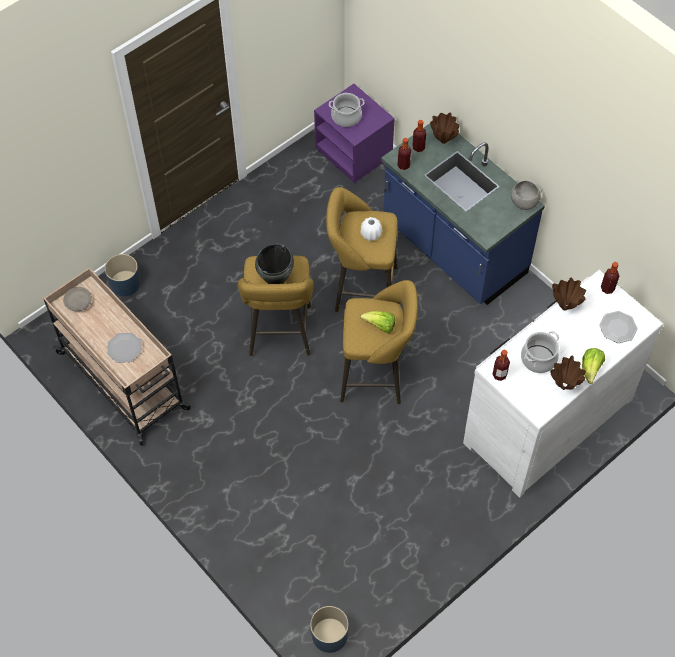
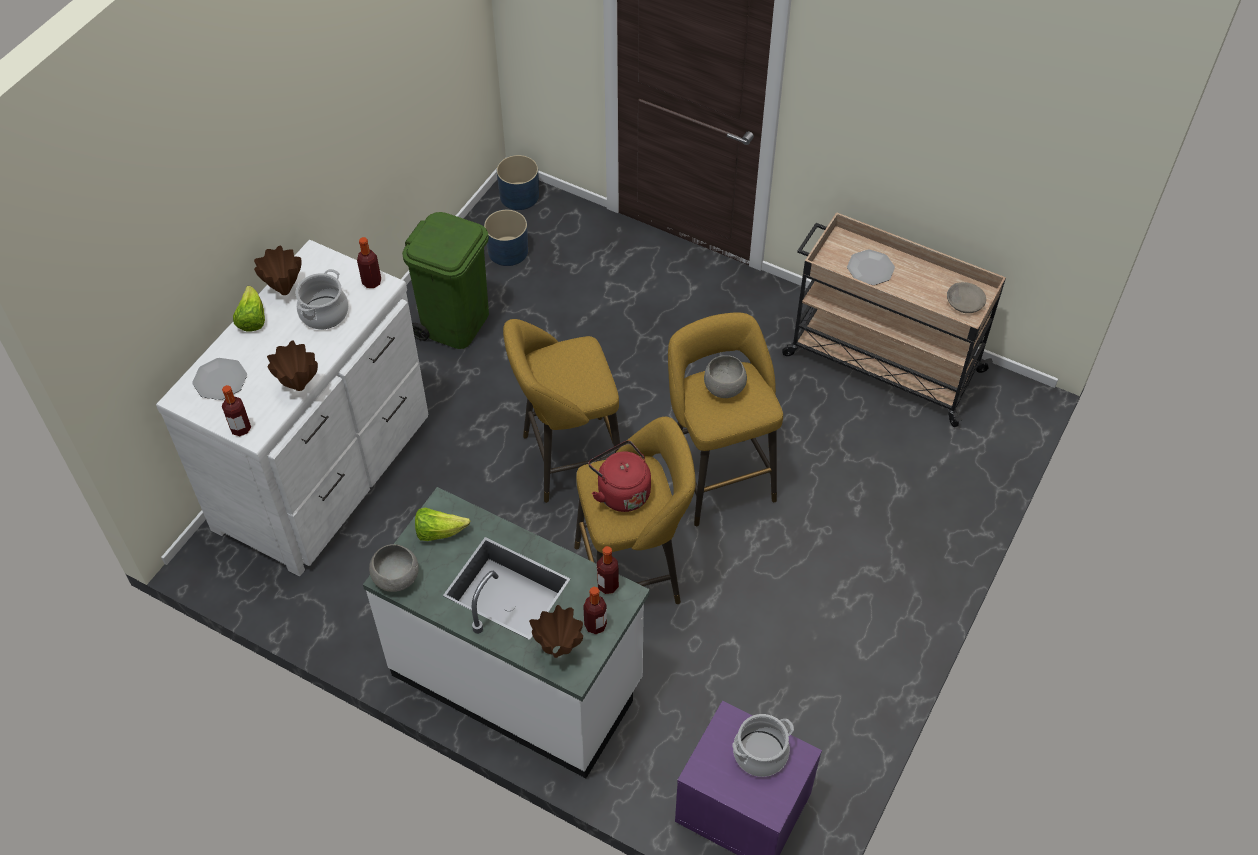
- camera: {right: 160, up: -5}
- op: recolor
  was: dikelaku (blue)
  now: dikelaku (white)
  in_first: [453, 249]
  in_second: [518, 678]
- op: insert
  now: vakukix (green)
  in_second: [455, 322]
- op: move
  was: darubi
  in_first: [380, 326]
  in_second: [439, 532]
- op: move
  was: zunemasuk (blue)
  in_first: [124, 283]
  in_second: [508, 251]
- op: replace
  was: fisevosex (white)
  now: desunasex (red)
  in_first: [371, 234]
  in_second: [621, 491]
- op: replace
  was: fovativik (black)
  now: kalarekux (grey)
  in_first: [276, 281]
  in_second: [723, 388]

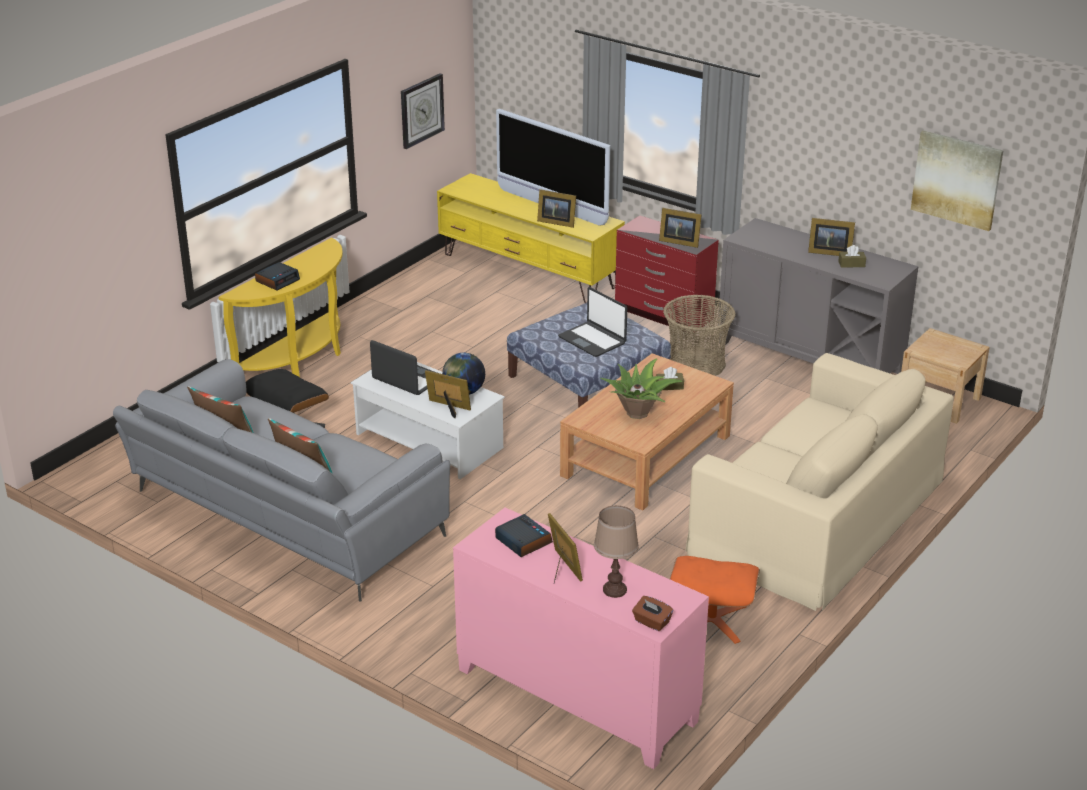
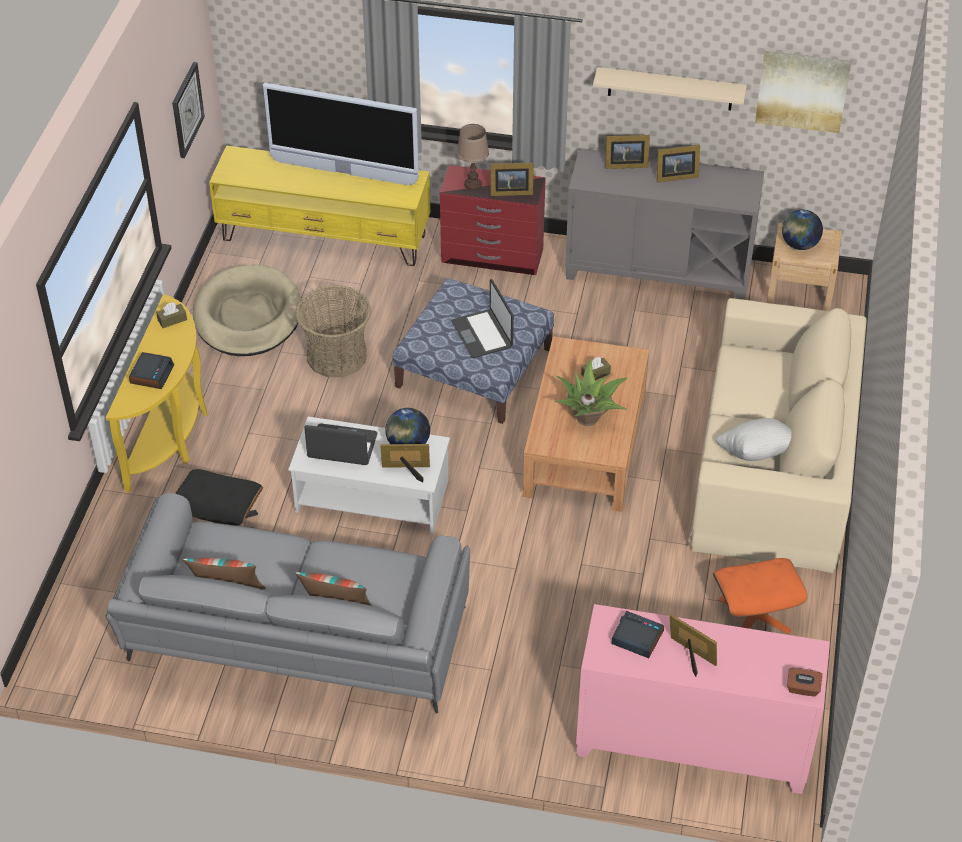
- camera: {right: -25, up: 15}
- op: move
  was: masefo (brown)
  in_first: [851, 264]
  in_second: [172, 320]
- op: insert
  now: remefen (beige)
  in_second: [248, 316]
- op: move
  was: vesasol
  in_first: [696, 364]
  in_second: [336, 356]
- op: rotate
  was: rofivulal
  in_first: [592, 340]
  in_second: [483, 334]
  clockwise: 45
- op: move
  was: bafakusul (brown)
  in_first: [614, 590]
  in_second: [473, 184]
- op: insert
  now: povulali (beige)
  in_second: [670, 89]
- op: move
  was: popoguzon
  in_first: [556, 222]
  in_second: [624, 164]
- op: insert
  now: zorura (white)
  in_second: [756, 456]
- op: insert
  now: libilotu
  in_second: [799, 245]

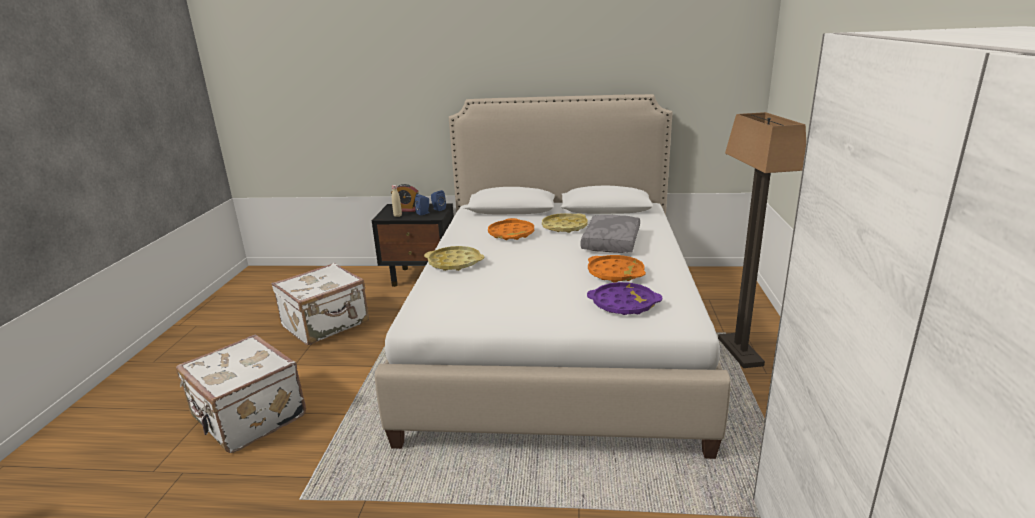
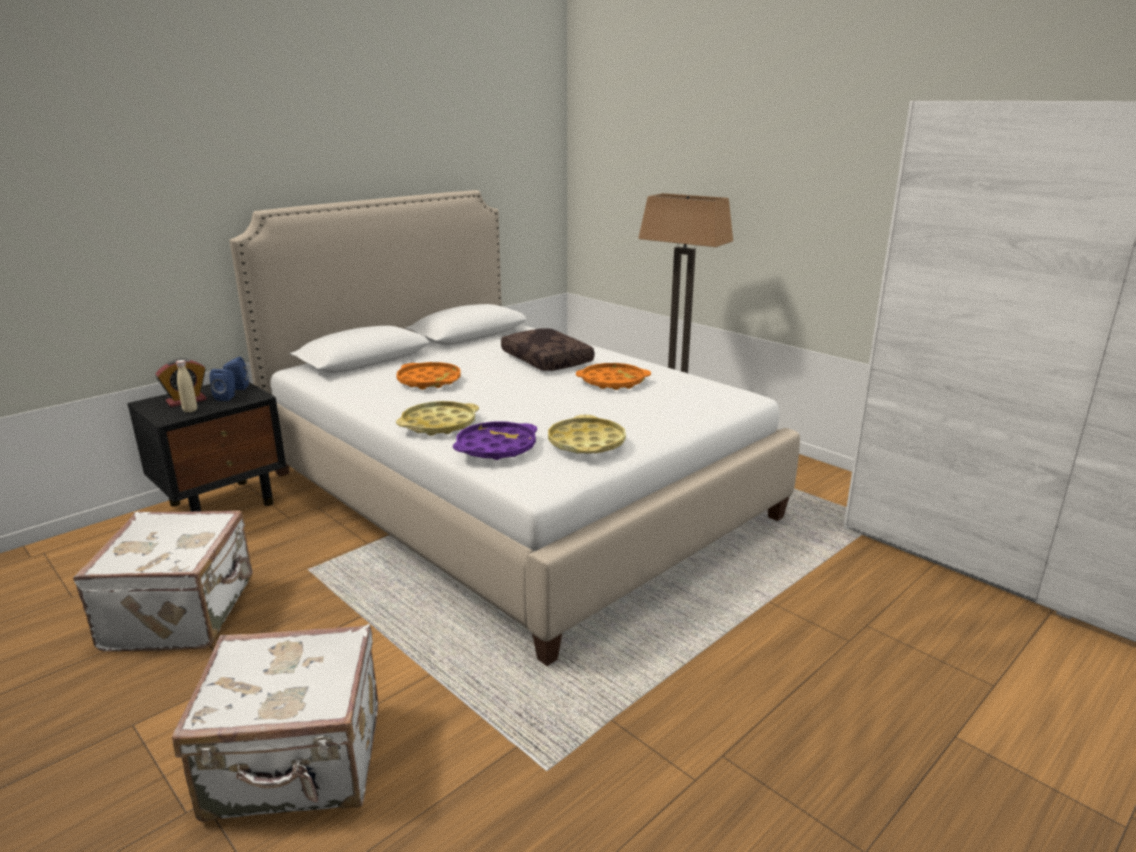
- camera: {right: -50, up: 0}
- op: move
  was: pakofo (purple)
  in_first: [623, 304]
  in_second: [496, 447]
- op: recolor
  was: zorura (grey)
  now: zorura (brown)
  in_first: [612, 242]
  in_second: [548, 360]
- op: move
  was: pakofo (yellow)
  in_first: [564, 227]
  in_second: [586, 443]

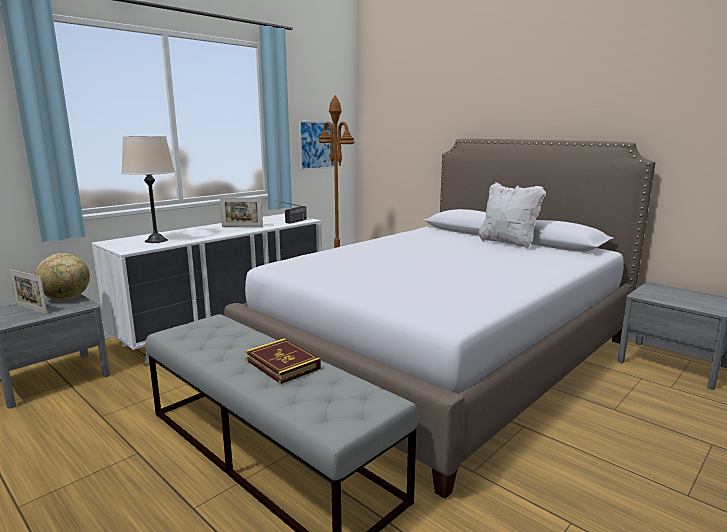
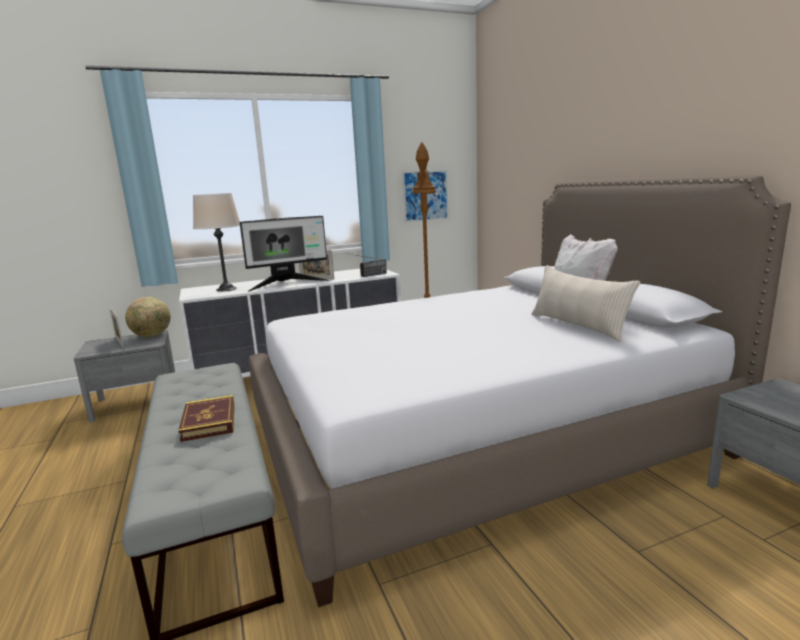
- camera: {right: 25, up: 0}
- op: insert
  now: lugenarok
  in_second: [287, 284]
- op: insert
  now: zorura (beige)
  in_second: [578, 325]

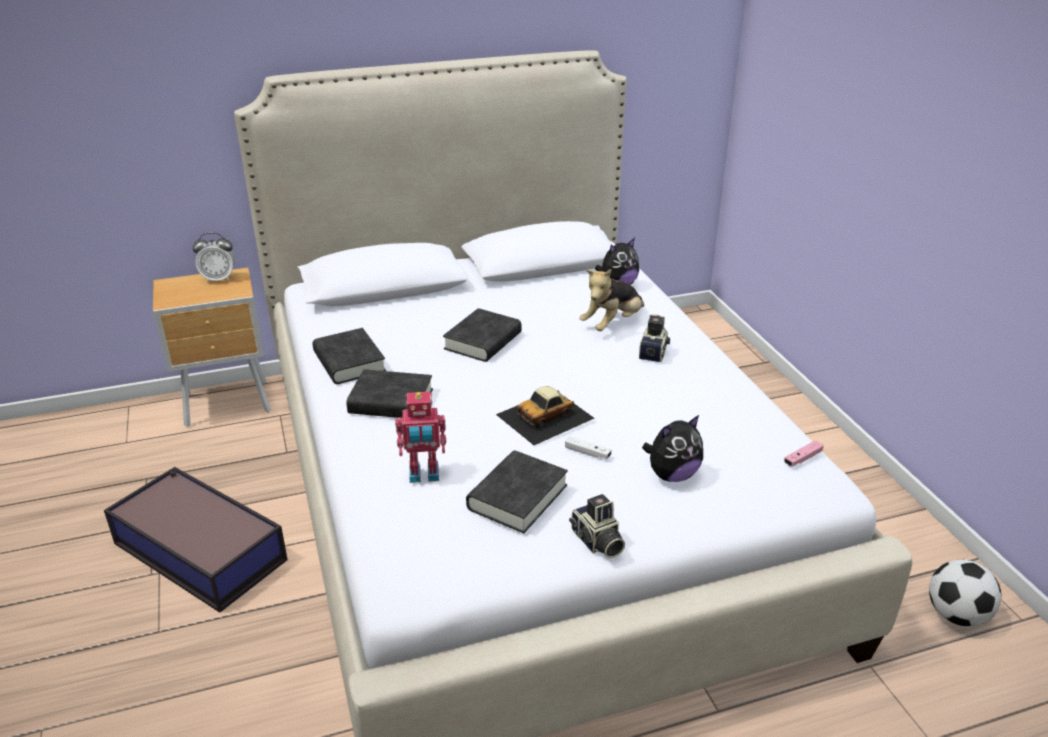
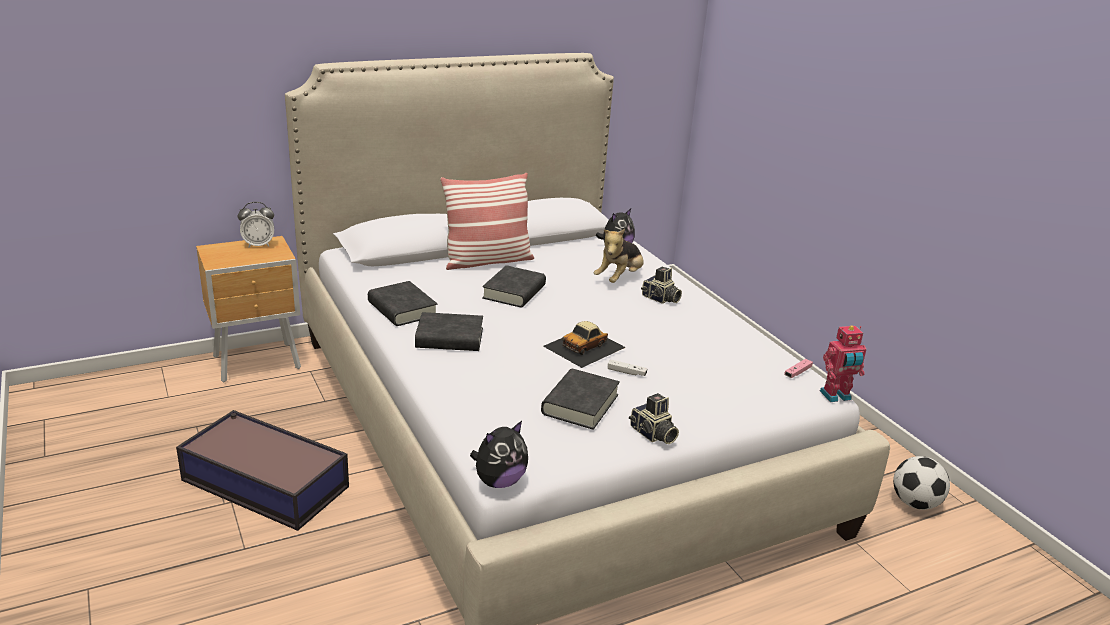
- camera: {right: -10, up: -5}
- op: insert
  now: zorura
  in_second: [487, 261]
- op: move
  was: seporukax
  in_first: [672, 475]
  in_second: [499, 481]
- op: rotate
  was: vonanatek
  in_first: [654, 352]
  in_second: [660, 299]
  clockwise: 120
- op: move
  was: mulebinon
  in_first: [424, 475]
  in_second: [836, 396]

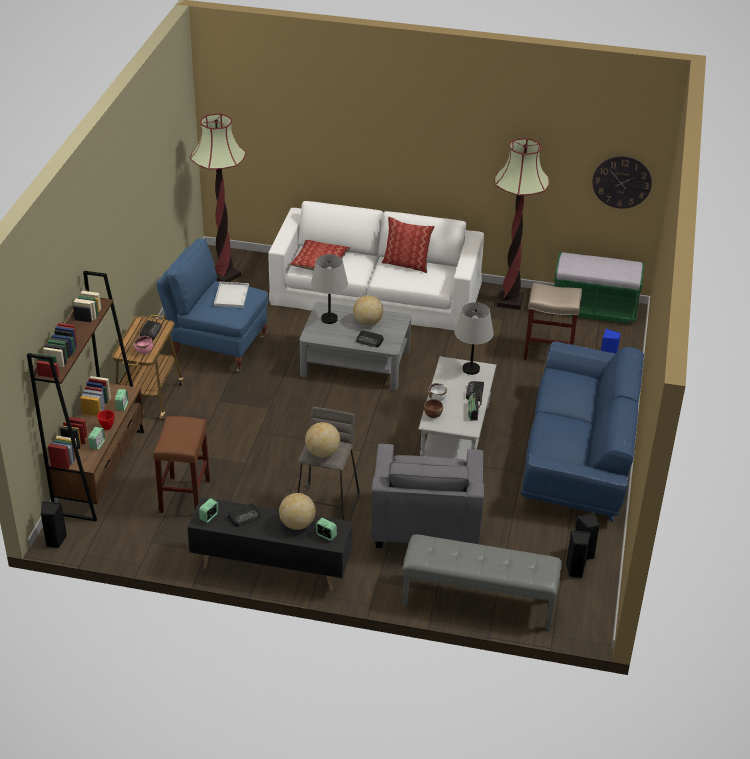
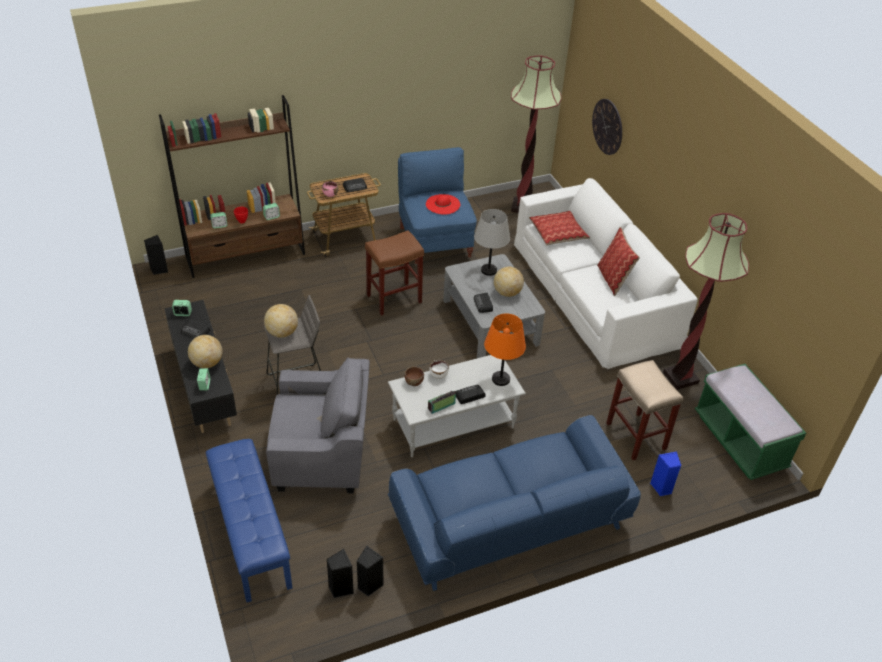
- camera: {right: 55, up: 5}
- op: recolor
  was: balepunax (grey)
  now: balepunax (blue)
  in_first: [478, 602]
  in_second: [250, 533]
- op: rotate
  was: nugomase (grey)
  in_first: [425, 525]
  in_second: [321, 455]
  clockwise: -150
- op: move
  was: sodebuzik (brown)
  in_first: [185, 495]
  in_second: [394, 298]
- op: replace
  was: pakofo (white)
  now: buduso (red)
  in_first: [231, 296]
  in_second: [443, 204]
- op: recolor
  was: bafakusul (grey)
  now: bafakusul (orange)
  in_first: [471, 369]
  in_second: [501, 379]
- op: move
  was: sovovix
  in_first: [622, 182]
  in_second: [607, 126]

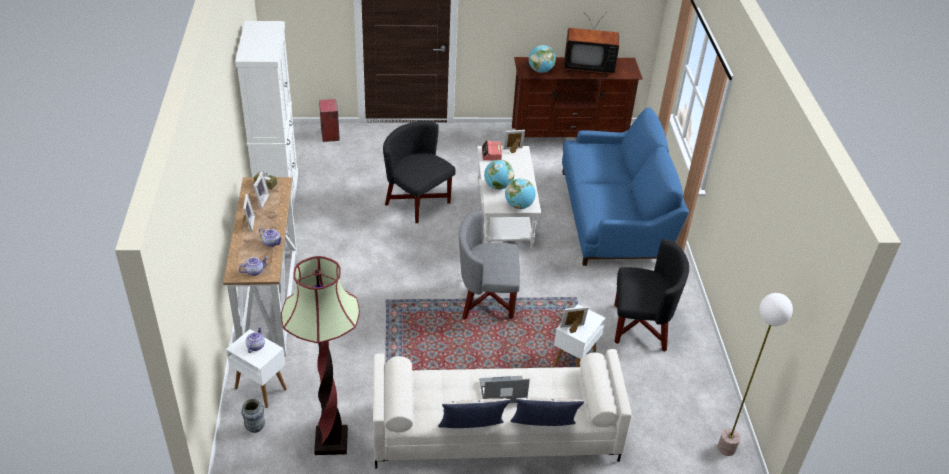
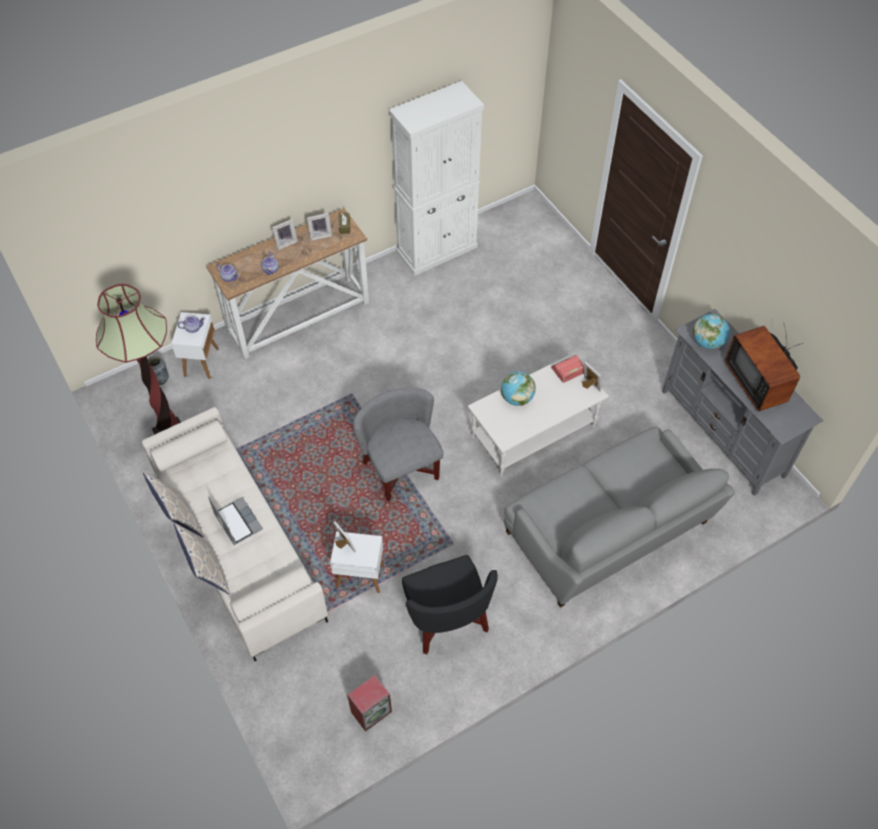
- camera: {right: 65, up: 15}
- op: move
  was: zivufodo
  in_first: [329, 134]
  in_second: [371, 711]
- op: recolor
  was: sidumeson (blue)
  now: sidumeson (grey)
  in_first: [613, 216]
  in_second: [608, 530]
- op: recolor
  was: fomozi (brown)
  now: fomozi (grey)
  in_first: [569, 135]
  in_second: [723, 433]
- op: delete
  was: nugomase (black)
  in_first: [418, 202]
- op: delete
  was: libilotu
  in_first: [519, 206]
- op: delete
  was: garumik
  in_first: [727, 448]

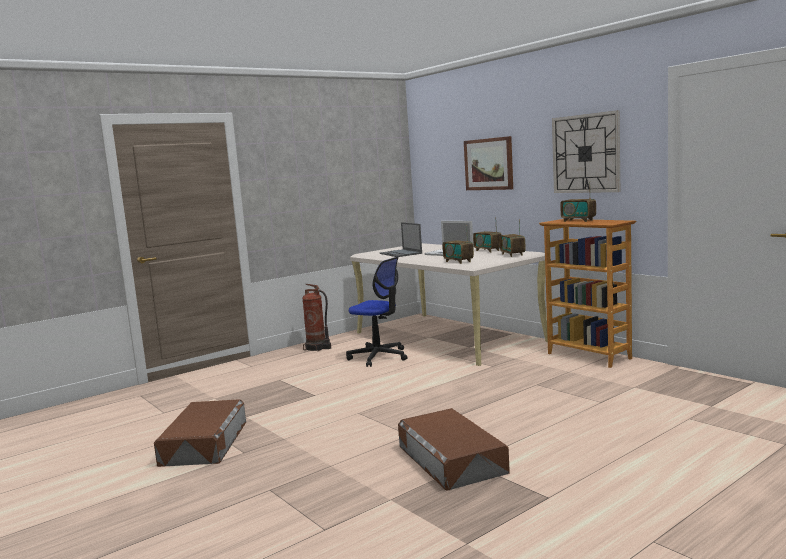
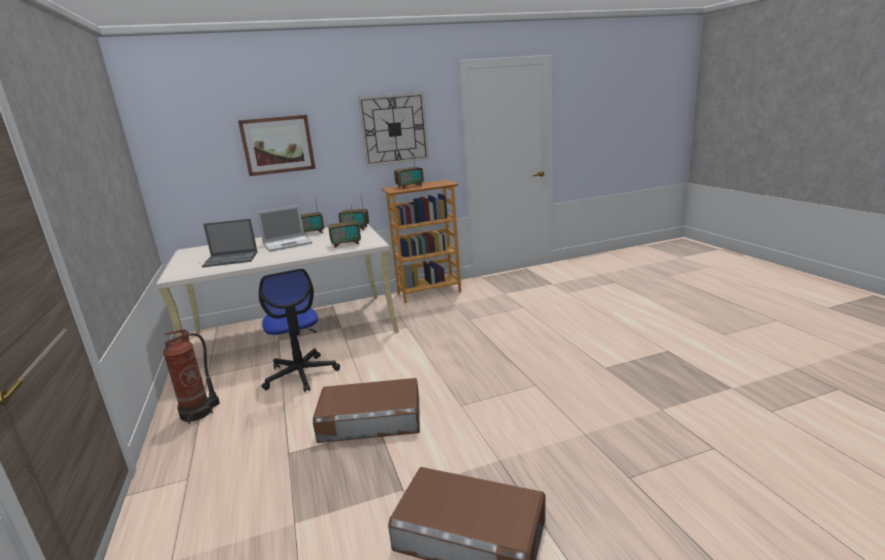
- camera: {right: -70, up: 10}
- op: rotate
  was: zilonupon
  in_first: [379, 357]
  in_second: [301, 374]
  clockwise: 105
- op: move
  was: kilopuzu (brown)
  in_first: [452, 459]
  in_second: [370, 419]

